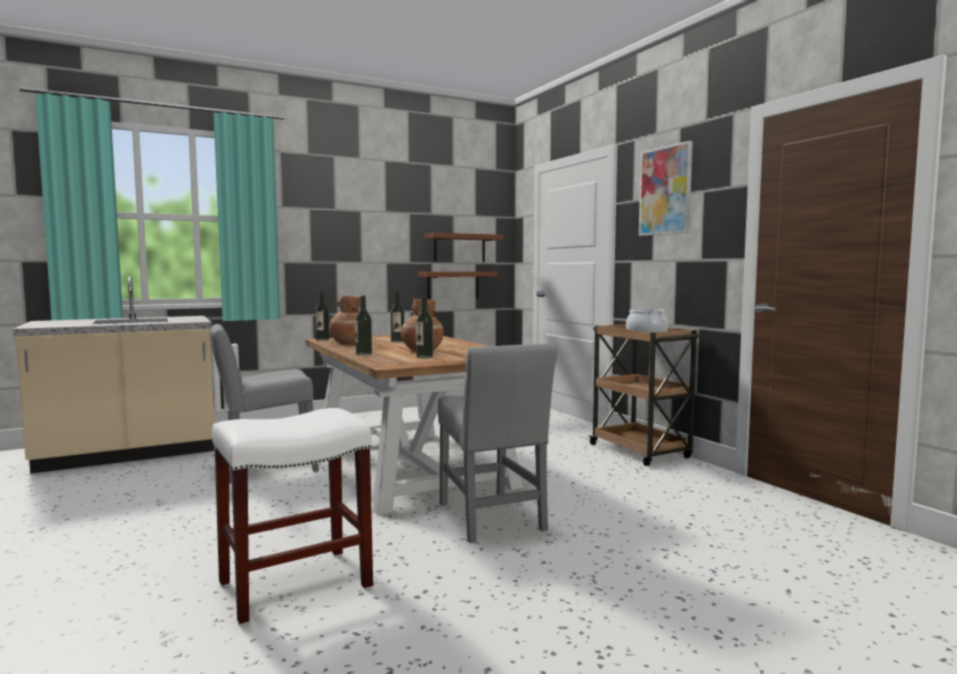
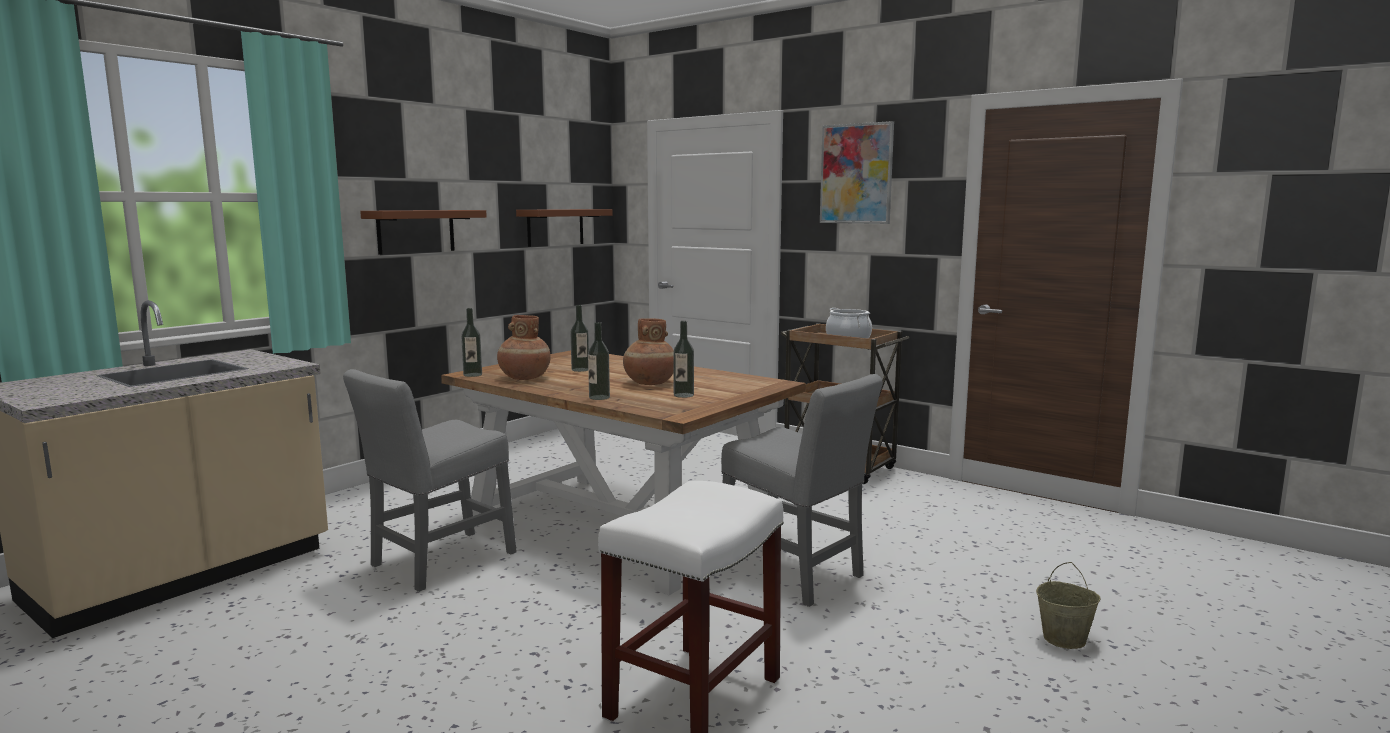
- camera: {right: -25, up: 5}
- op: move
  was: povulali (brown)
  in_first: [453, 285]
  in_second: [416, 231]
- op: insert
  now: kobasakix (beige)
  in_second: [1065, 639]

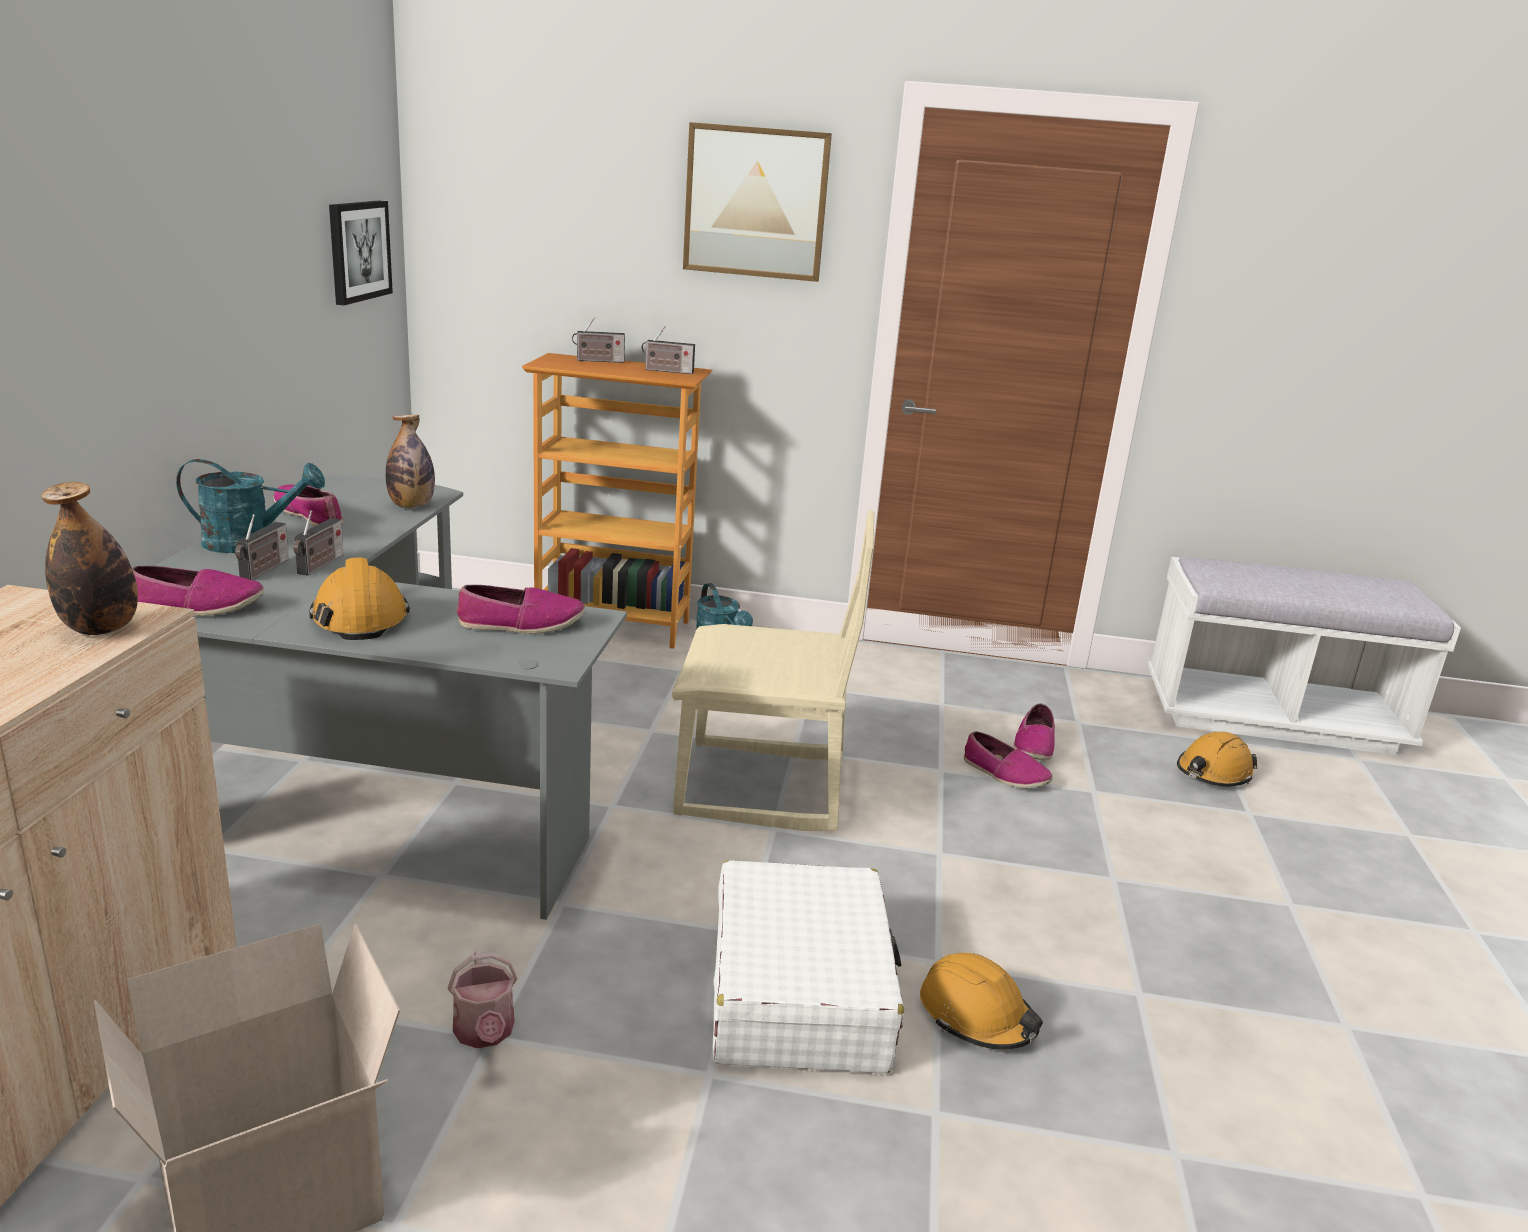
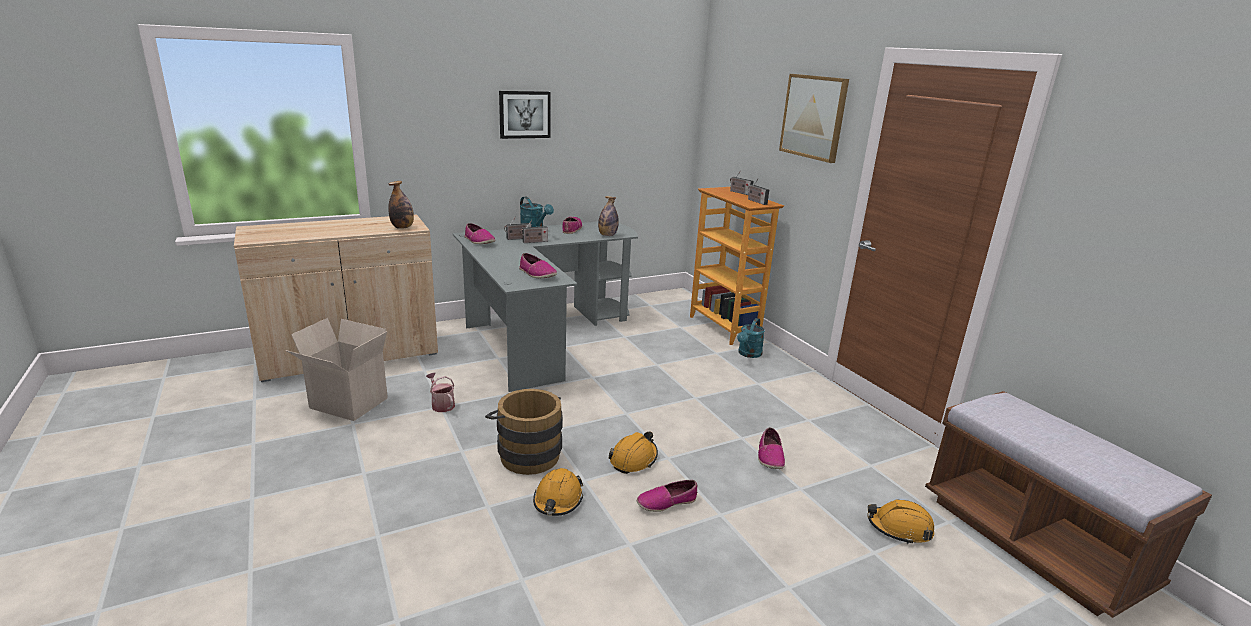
- camera: {right: 55, up: 0}
- op: rotate
  was: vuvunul
  in_first: [485, 1033]
  in_second: [441, 404]
  clockwise: 105
- op: replace
  was: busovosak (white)
  now: kobasakix (brown)
  in_first: [799, 991]
  in_second: [526, 453]
- op: move
  was: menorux
  in_first: [358, 251]
  in_second: [524, 114]
- op: move
  was: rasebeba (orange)
  in_first: [360, 618]
  in_second: [633, 459]
- op: move
  was: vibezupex
  in_first: [1034, 745]
  in_second: [666, 502]
- op: recolor
  was: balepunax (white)
  now: balepunax (brown)
  in_first: [1272, 718]
  in_second: [1032, 541]
- op: delete
  was: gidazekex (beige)
  in_first: [761, 788]

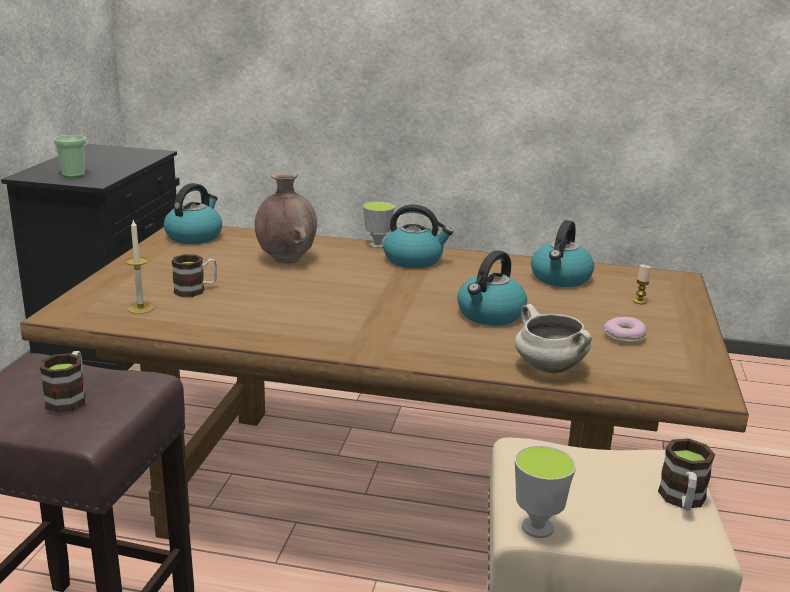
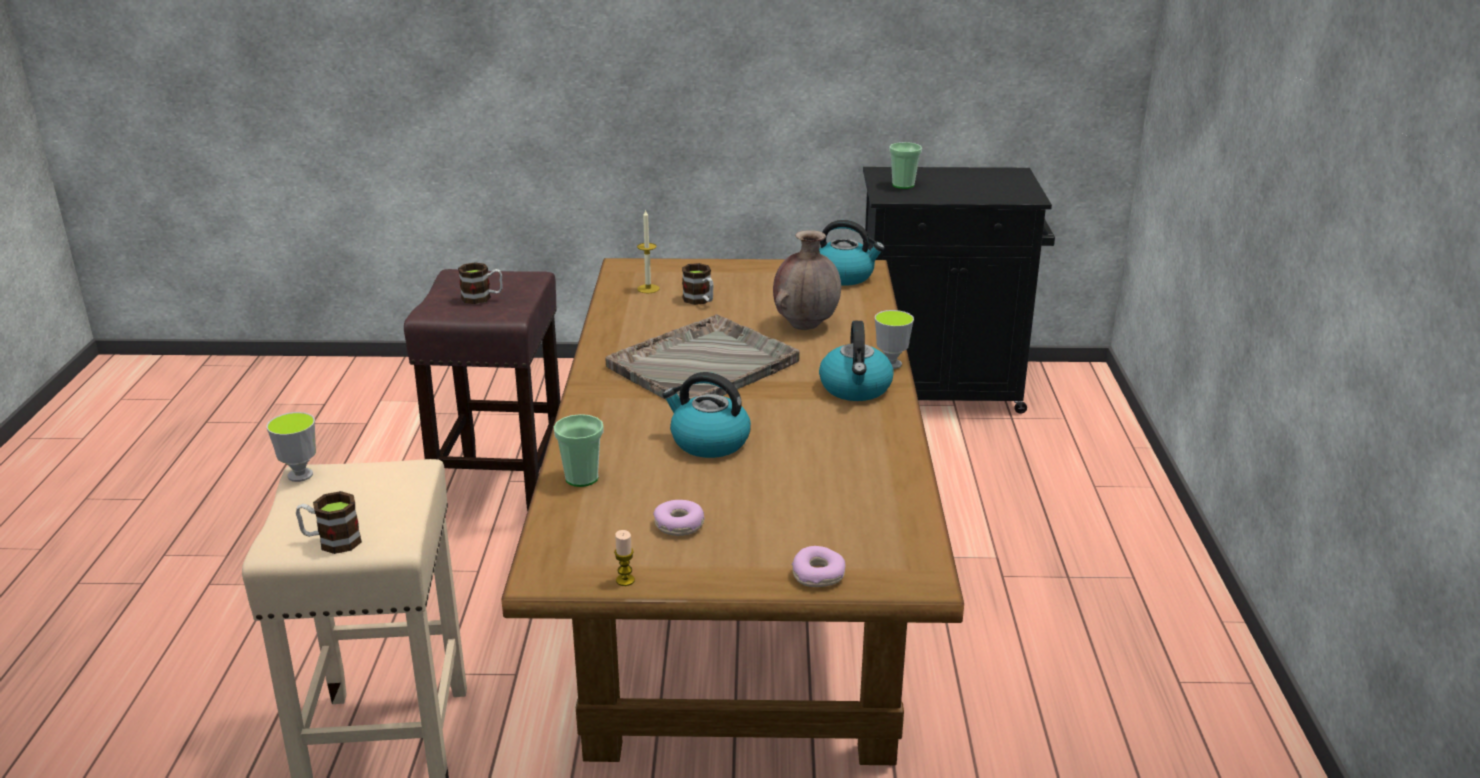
- camera: {right: 80, up: 5}
- op: replace
  was: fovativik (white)
  now: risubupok
  in_first: [548, 368]
  in_second: [581, 478]
- op: insert
  now: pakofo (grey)
  in_second: [704, 364]
- op: move
  was: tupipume
  in_first: [639, 301]
  in_second: [625, 580]
- op: insert
  now: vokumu
  in_second: [818, 575]
- op: delete
  was: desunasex
  in_first: [560, 278]

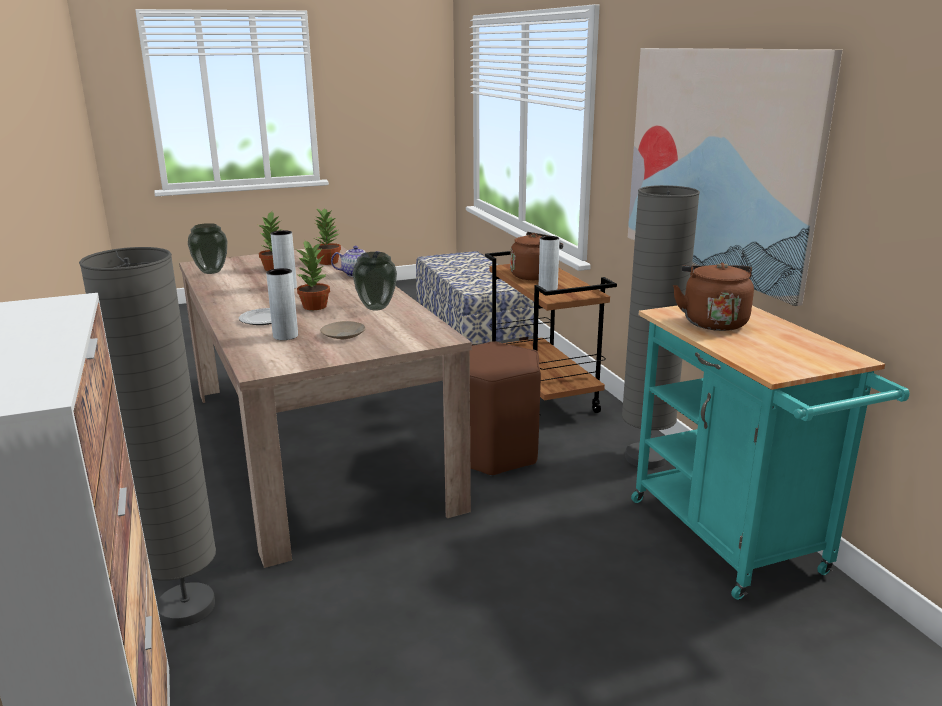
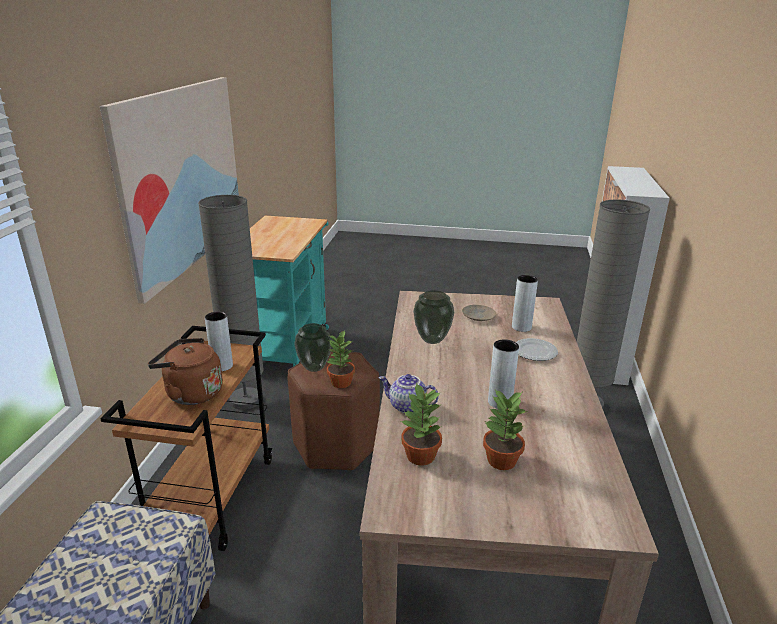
- camera: {right: -150, up: 5}
- op: move
  was: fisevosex
  in_first: [212, 271]
  in_second: [313, 368]
- op: move
  was: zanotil
  in_first: [315, 306]
  in_second: [340, 382]
- op: delete
  was: desunasex (brown)
  in_first: [712, 322]

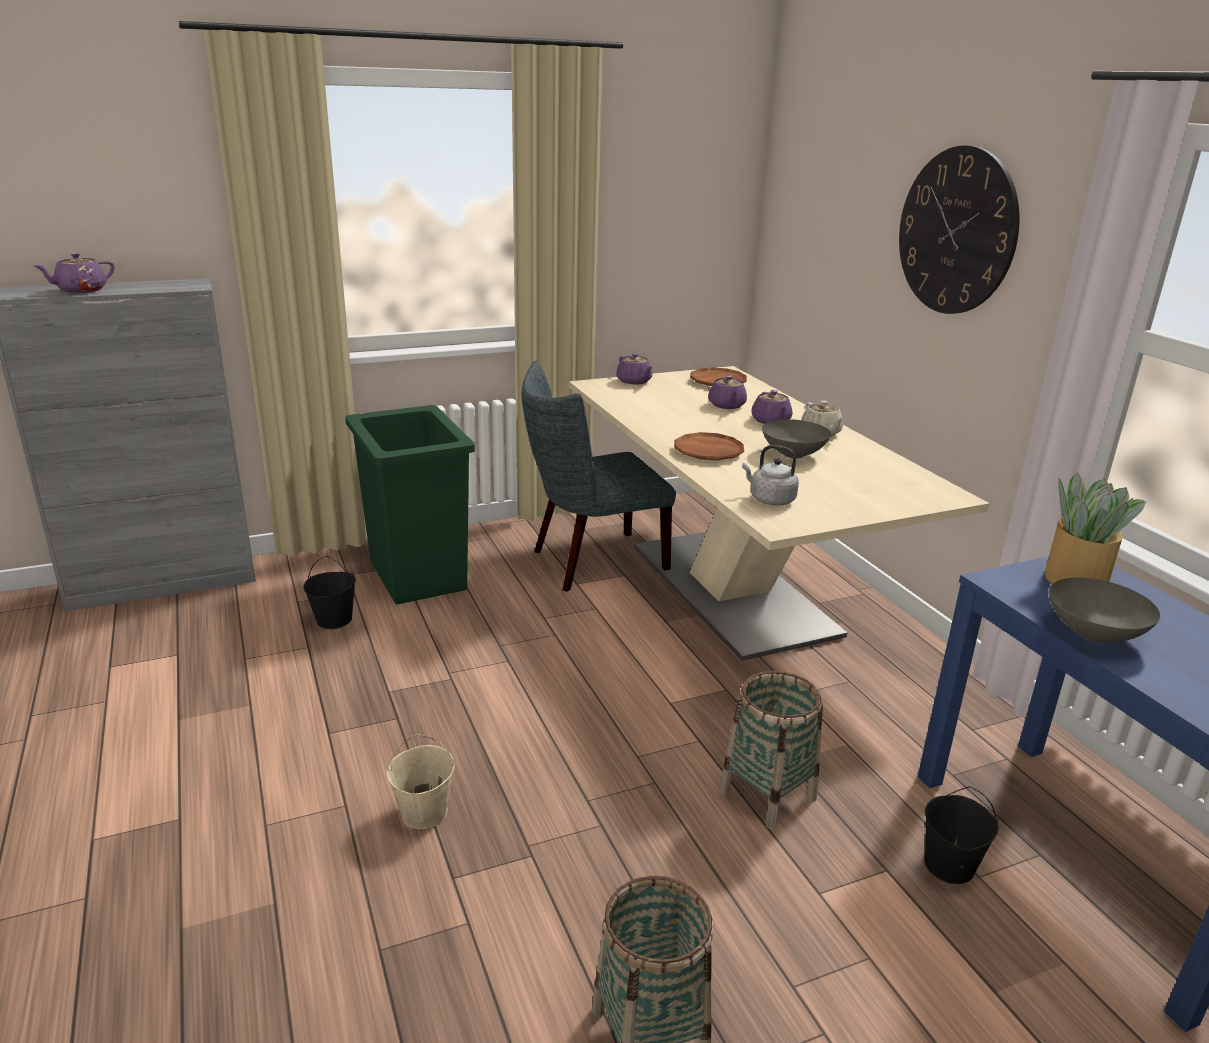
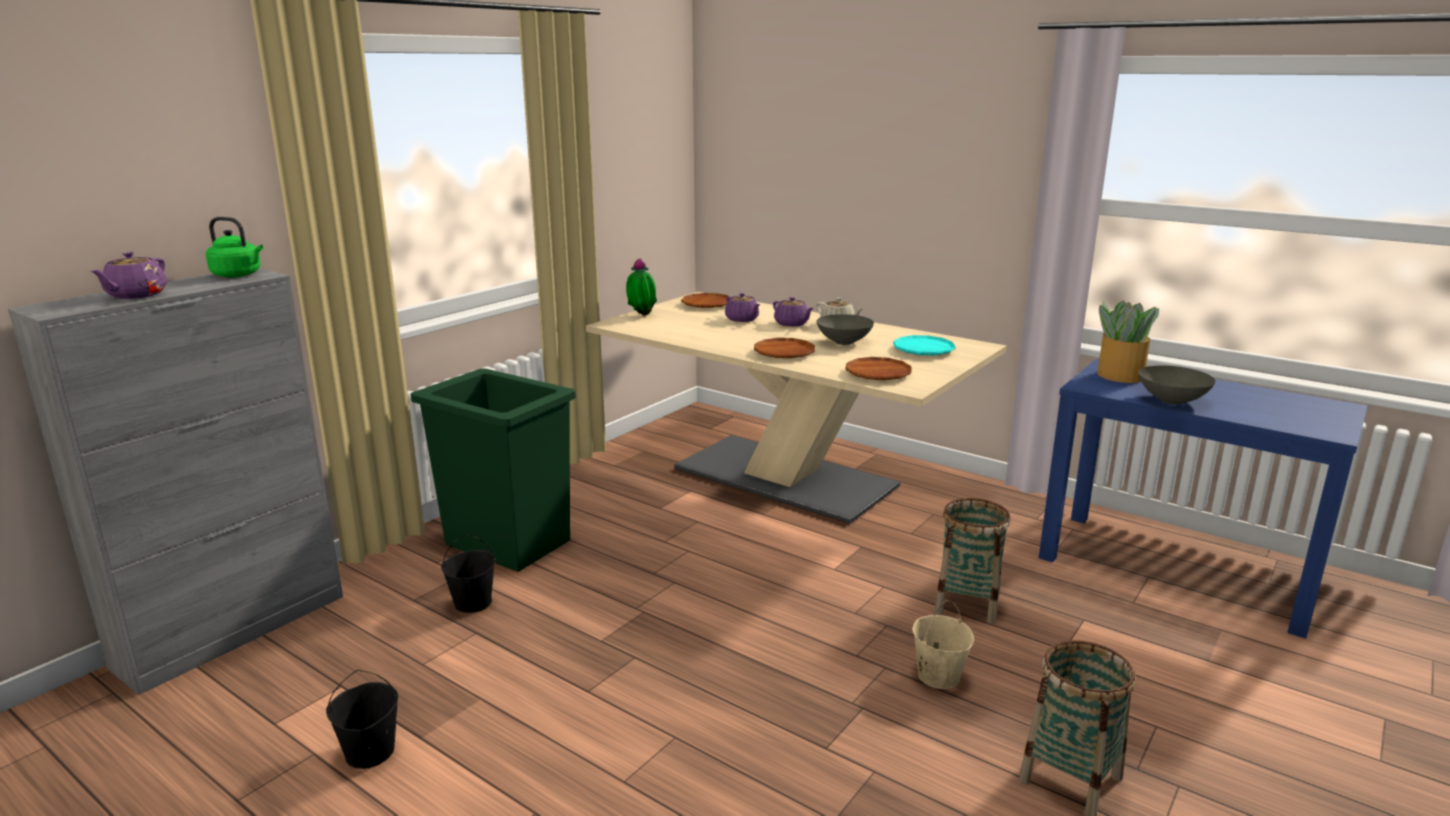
- camera: {right: -30, up: -5}
- op: insert
  now: desunasex (green)
  in_second: [239, 275]
- op: move
  was: kobasakix (black)
  in_first: [949, 866]
  in_second: [370, 752]
- op: replace
  was: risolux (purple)
  now: zanotil
  in_first: [634, 381]
  in_second: [641, 316]
- op: replace
  was: desunasex (grey)
  now: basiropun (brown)
  in_first: [769, 499]
  in_second: [878, 374]
- op: insert
  now: basiropun (turquoise)
  in_second: [923, 350]
- op: move
  was: kobasakix (beige)
  in_first: [424, 812]
  in_second: [938, 676]
- op: delete
  was: gidazekex (grey)
  in_first: [591, 563]
- op: delete
  was: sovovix
  in_first: [956, 231]

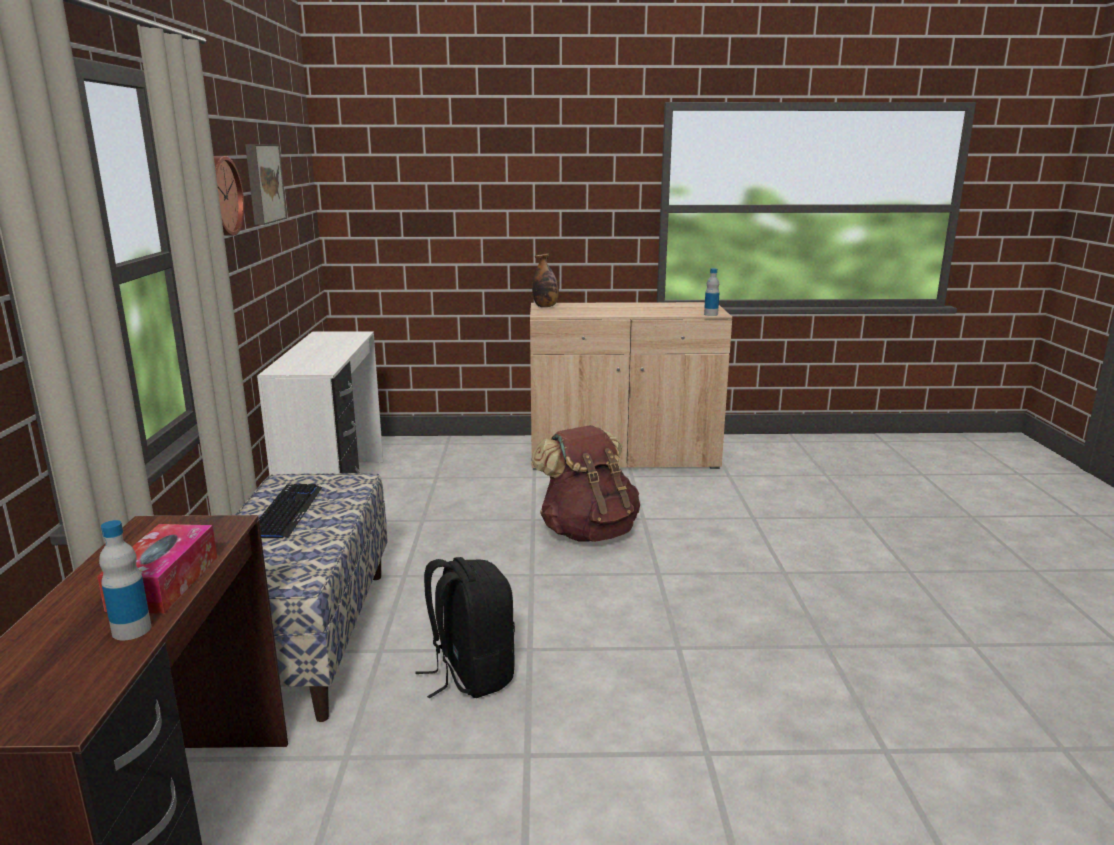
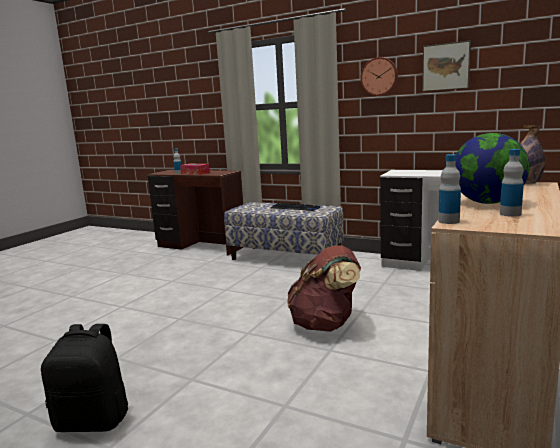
- camera: {right: 120, up: -5}
- op: move
  was: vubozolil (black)
  in_first: [470, 674]
  in_second: [94, 420]
- op: insert
  now: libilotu
  in_second: [487, 203]
- op: insert
  now: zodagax
  in_second: [510, 214]

